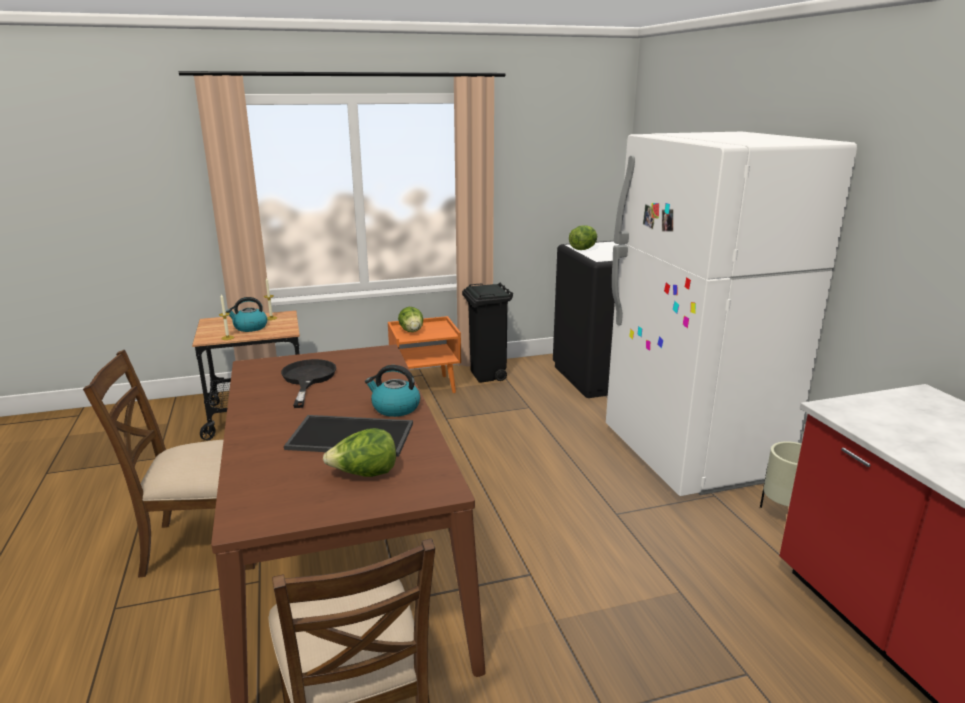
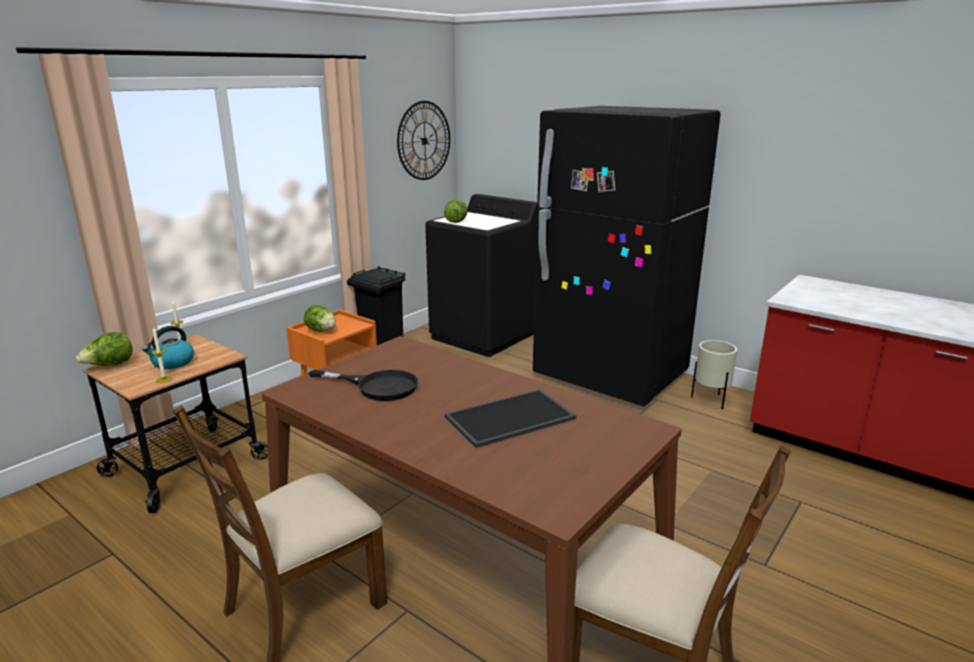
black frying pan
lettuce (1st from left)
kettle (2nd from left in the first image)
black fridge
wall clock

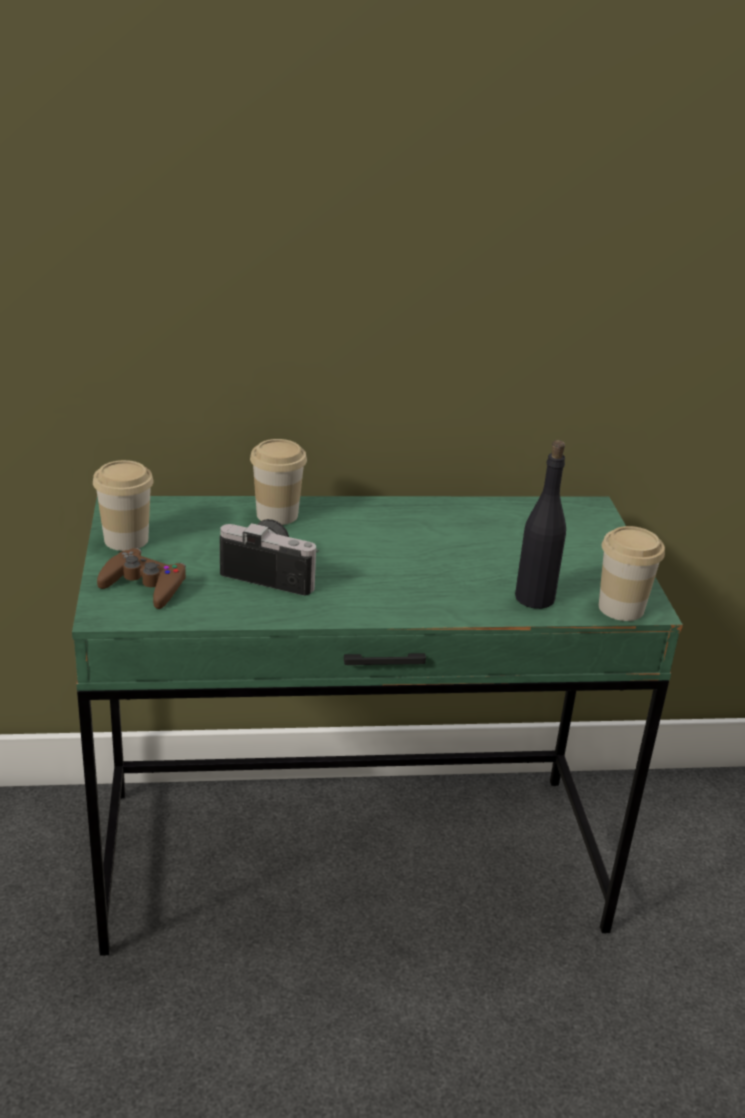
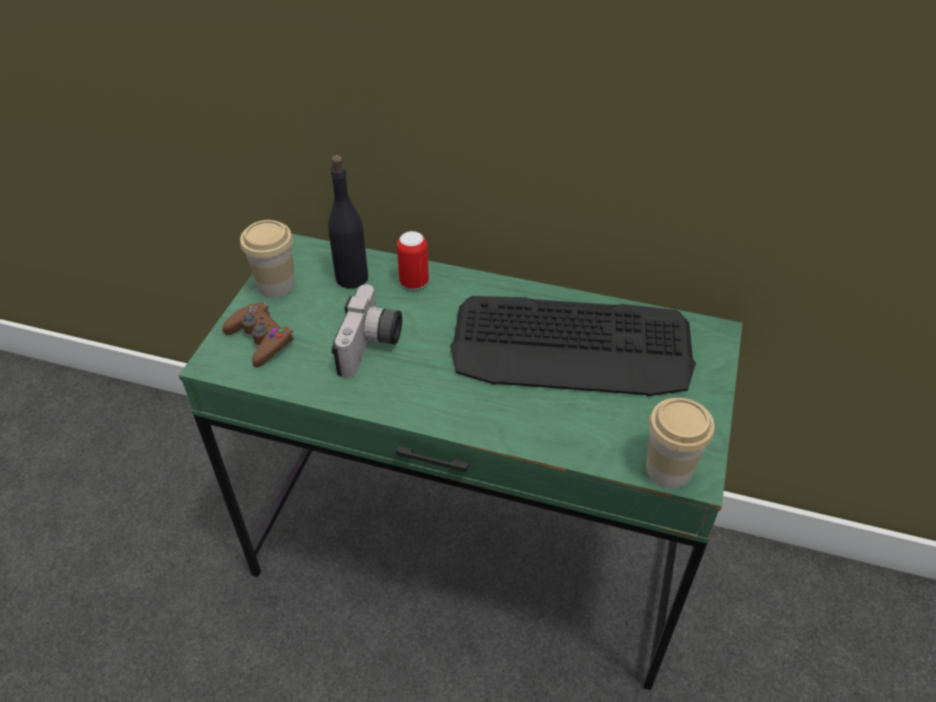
photo camera
can
black bottle
keyboard

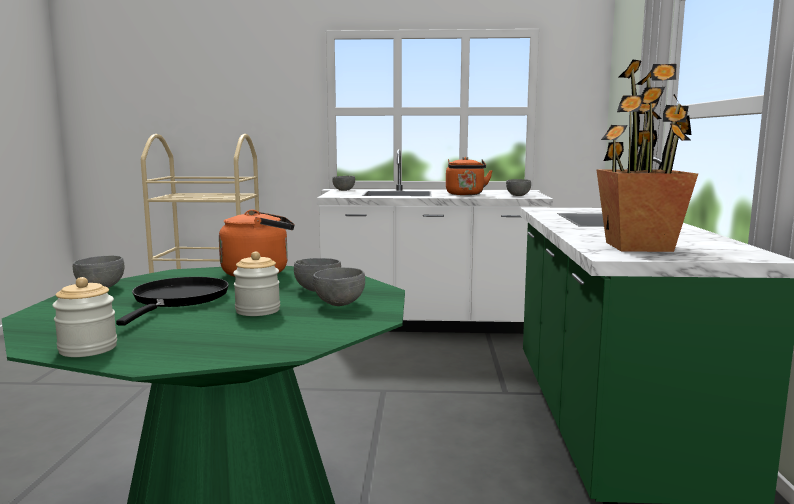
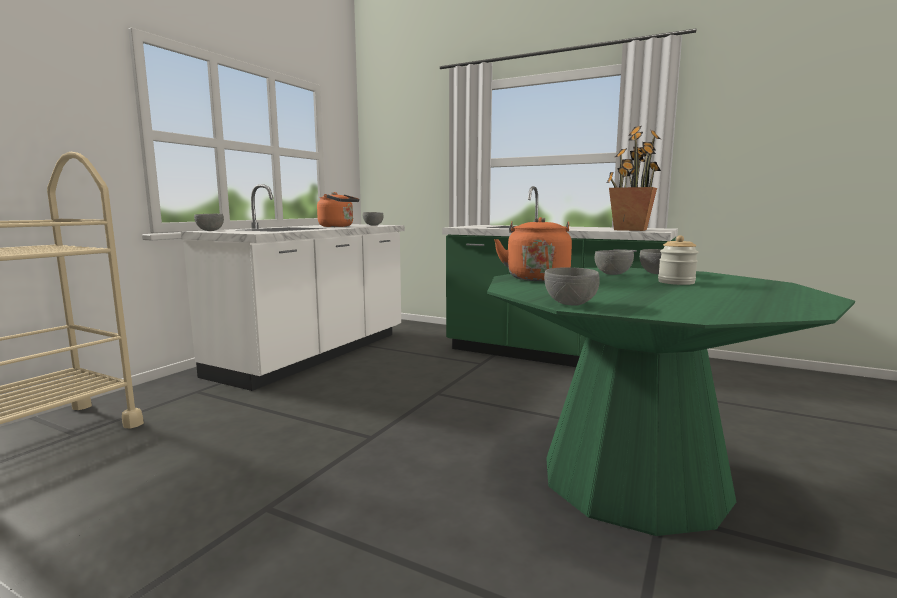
jar (1st from left in the first image)
black frying pan

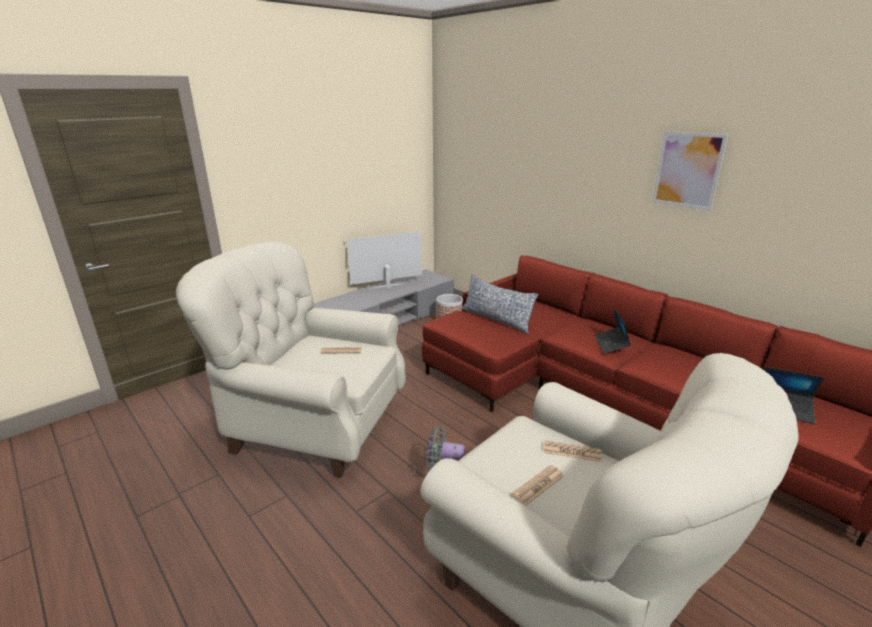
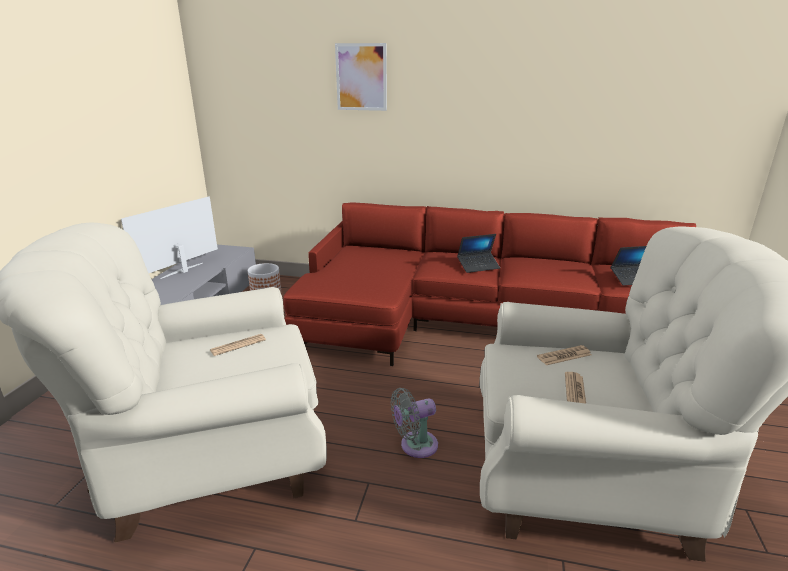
pillow
laptop (1st from left)
picture

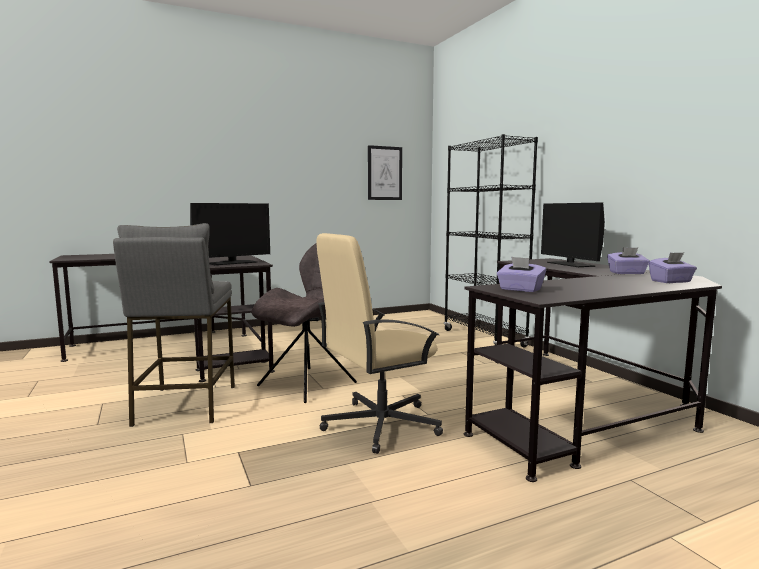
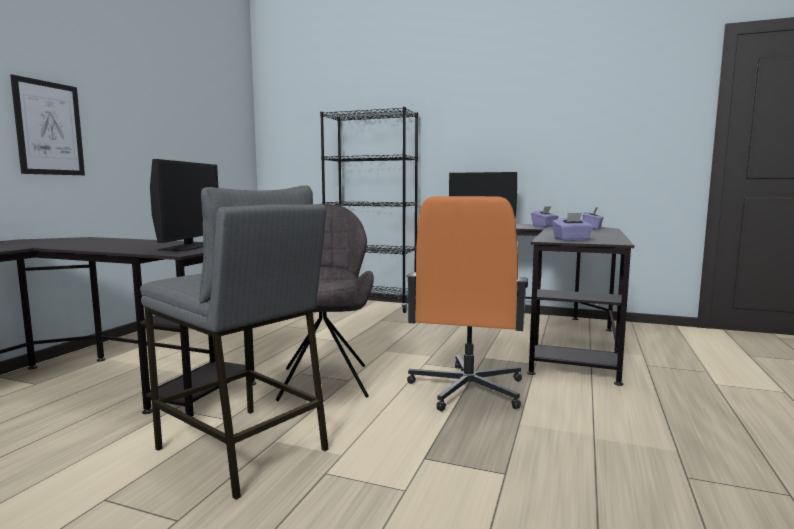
orange office chair
picture

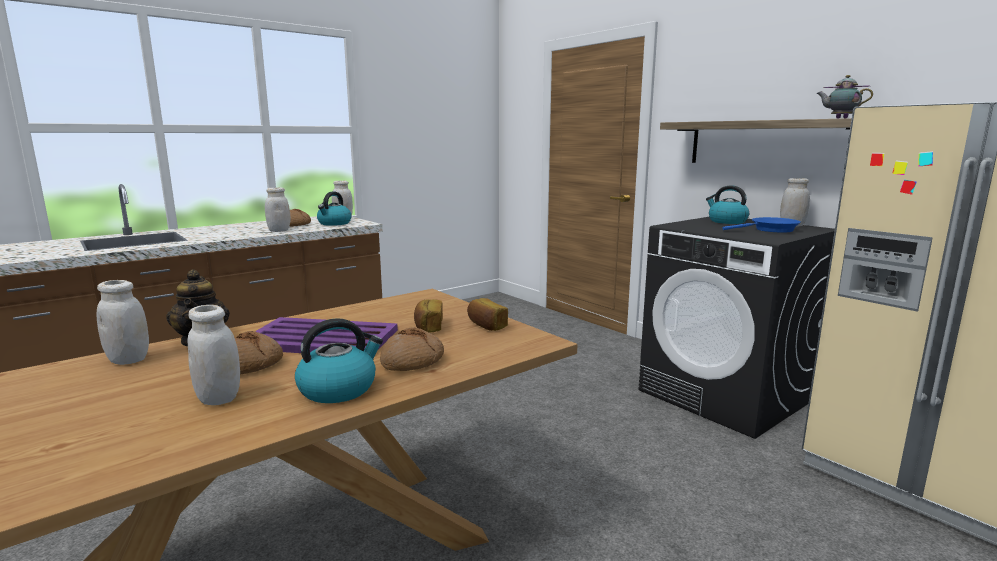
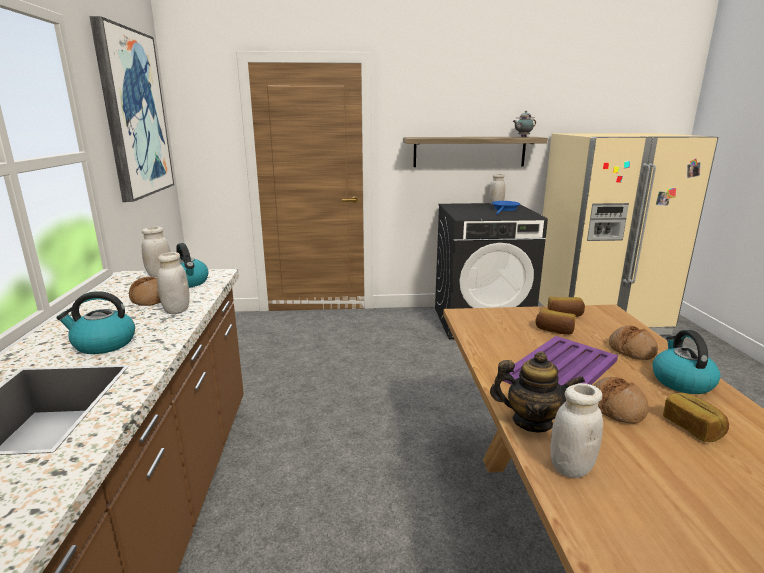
bread (6th from left)
kettle (1st from left)
picture

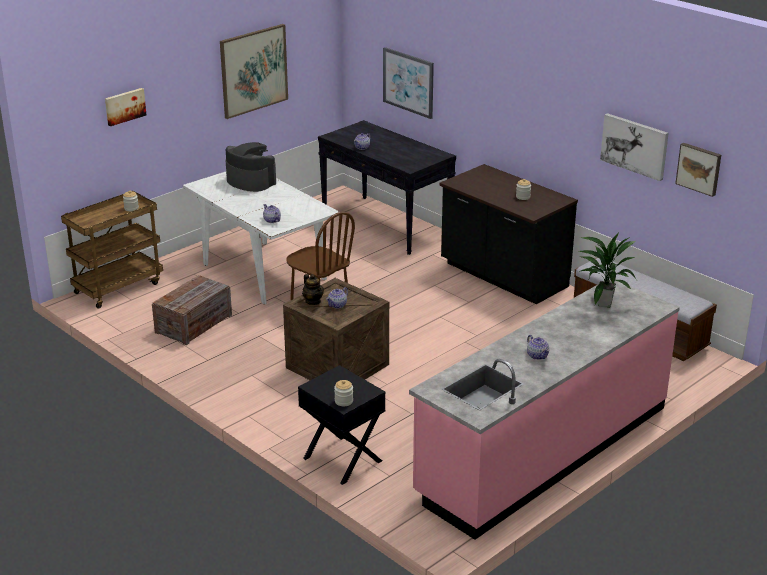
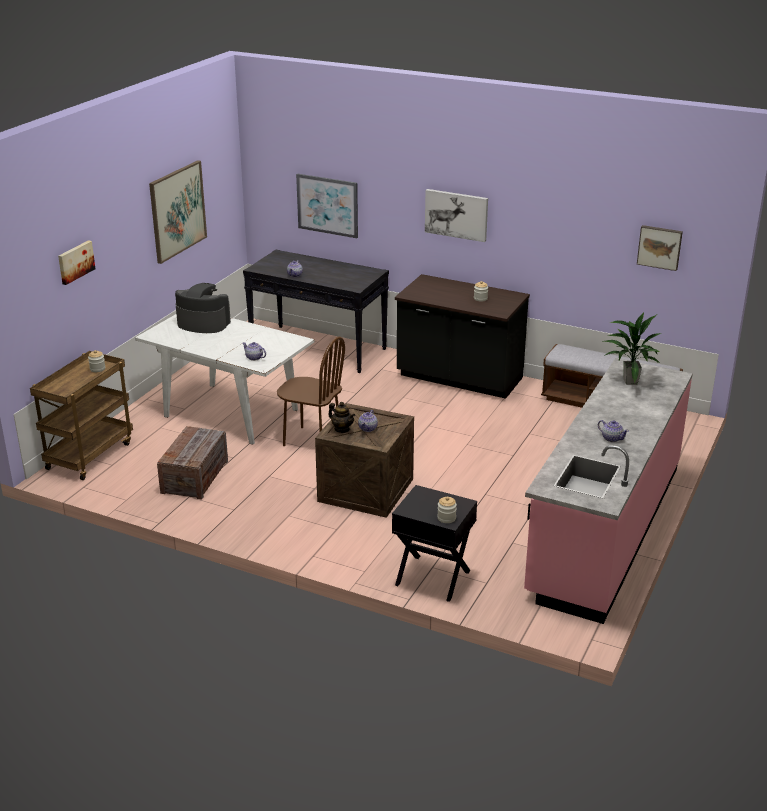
picture (4th from left)

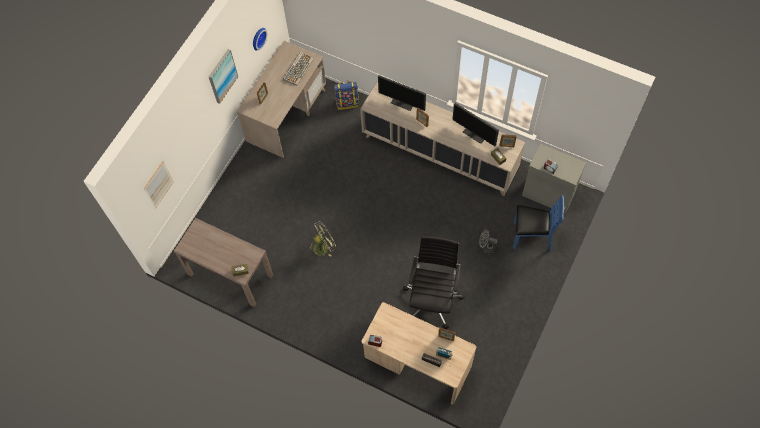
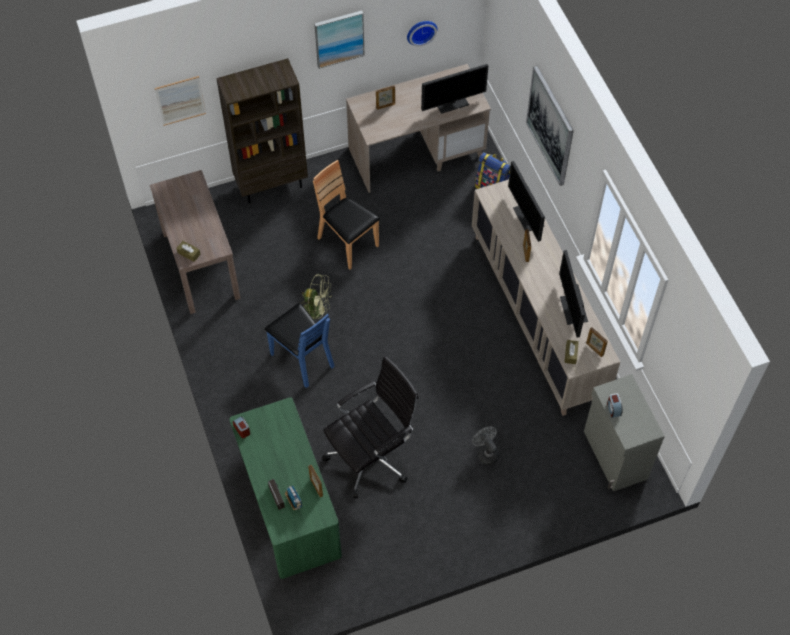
monitor (1st from left)
green desk
blue chair
brown bookcase
brown chair
picture (3rd from left)

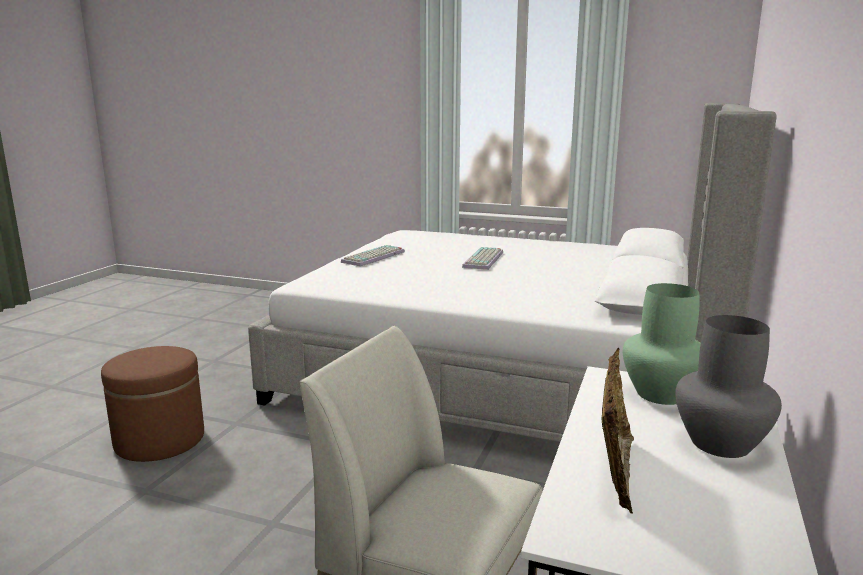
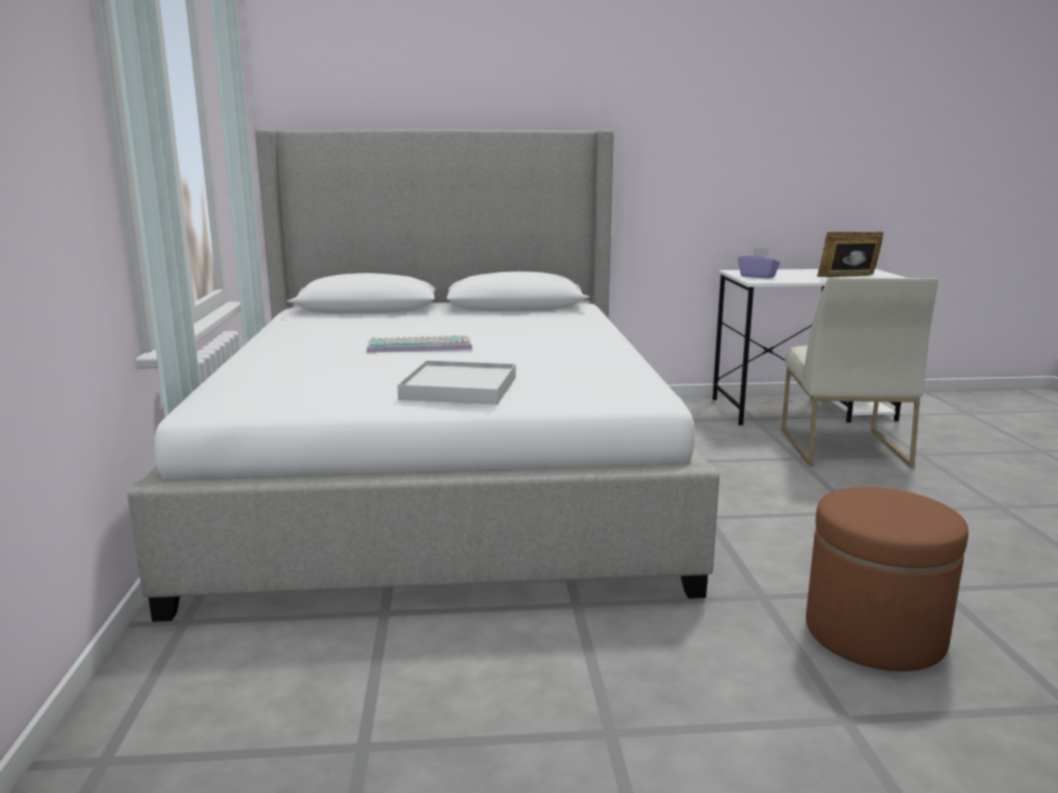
white tray
purple tissue box
grey vase

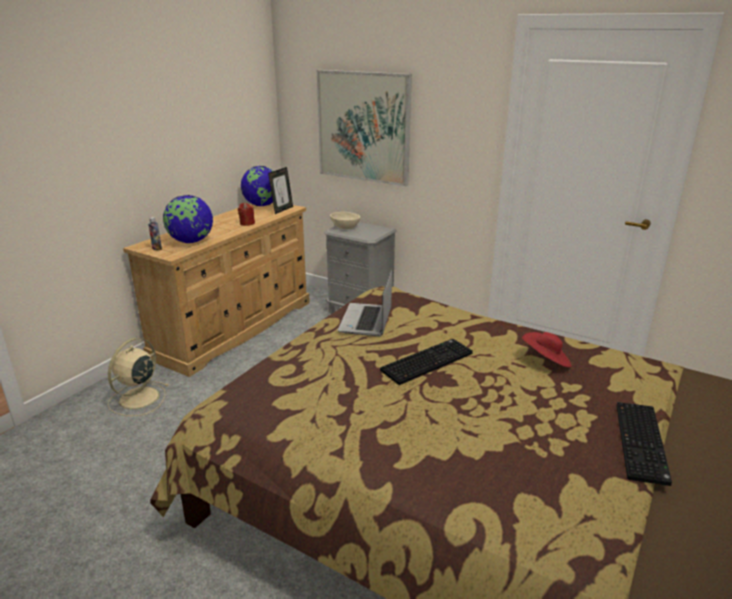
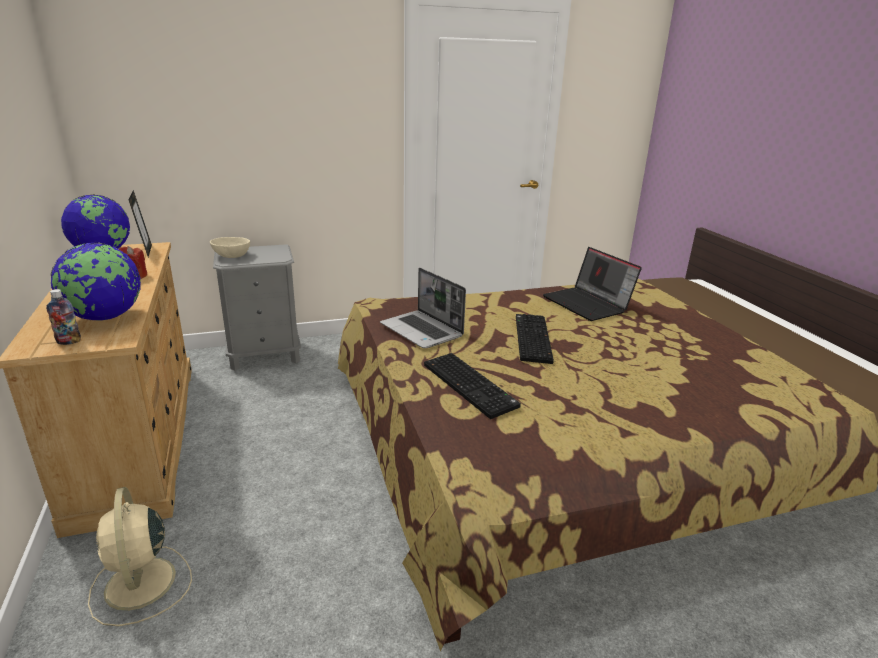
picture
laptop (2nd from left)
keyboard (1st from left)

